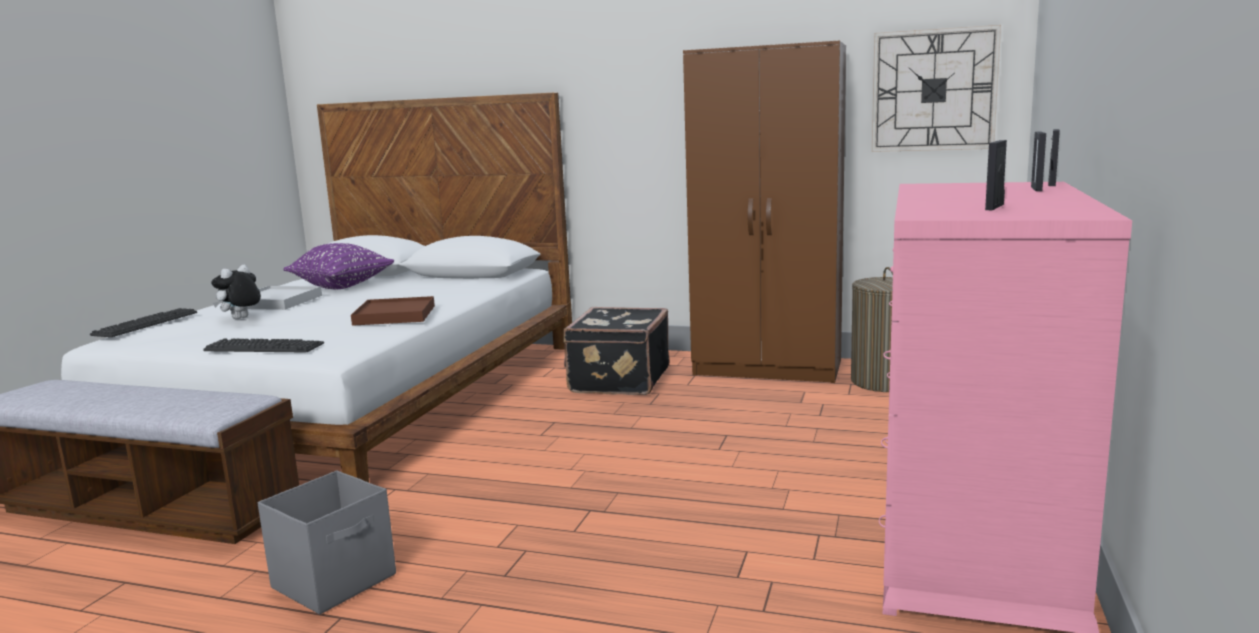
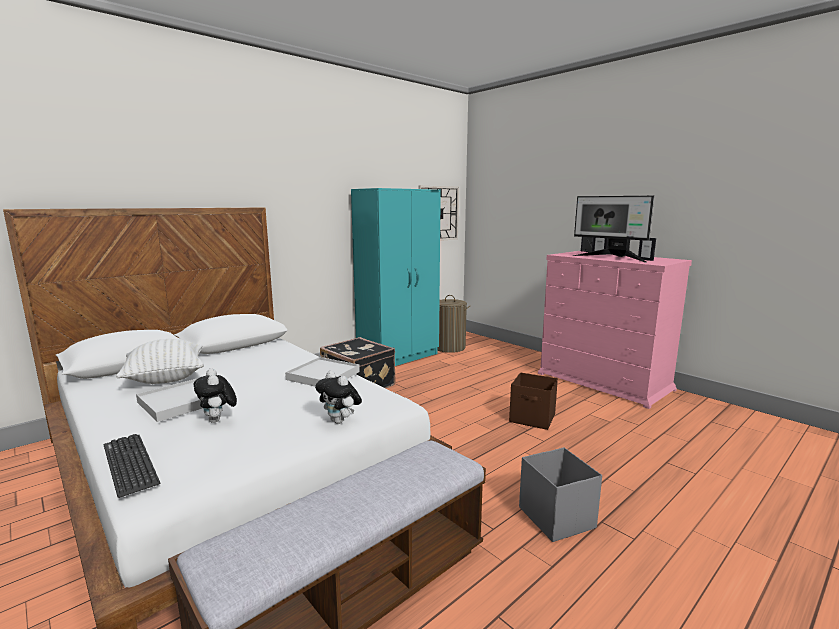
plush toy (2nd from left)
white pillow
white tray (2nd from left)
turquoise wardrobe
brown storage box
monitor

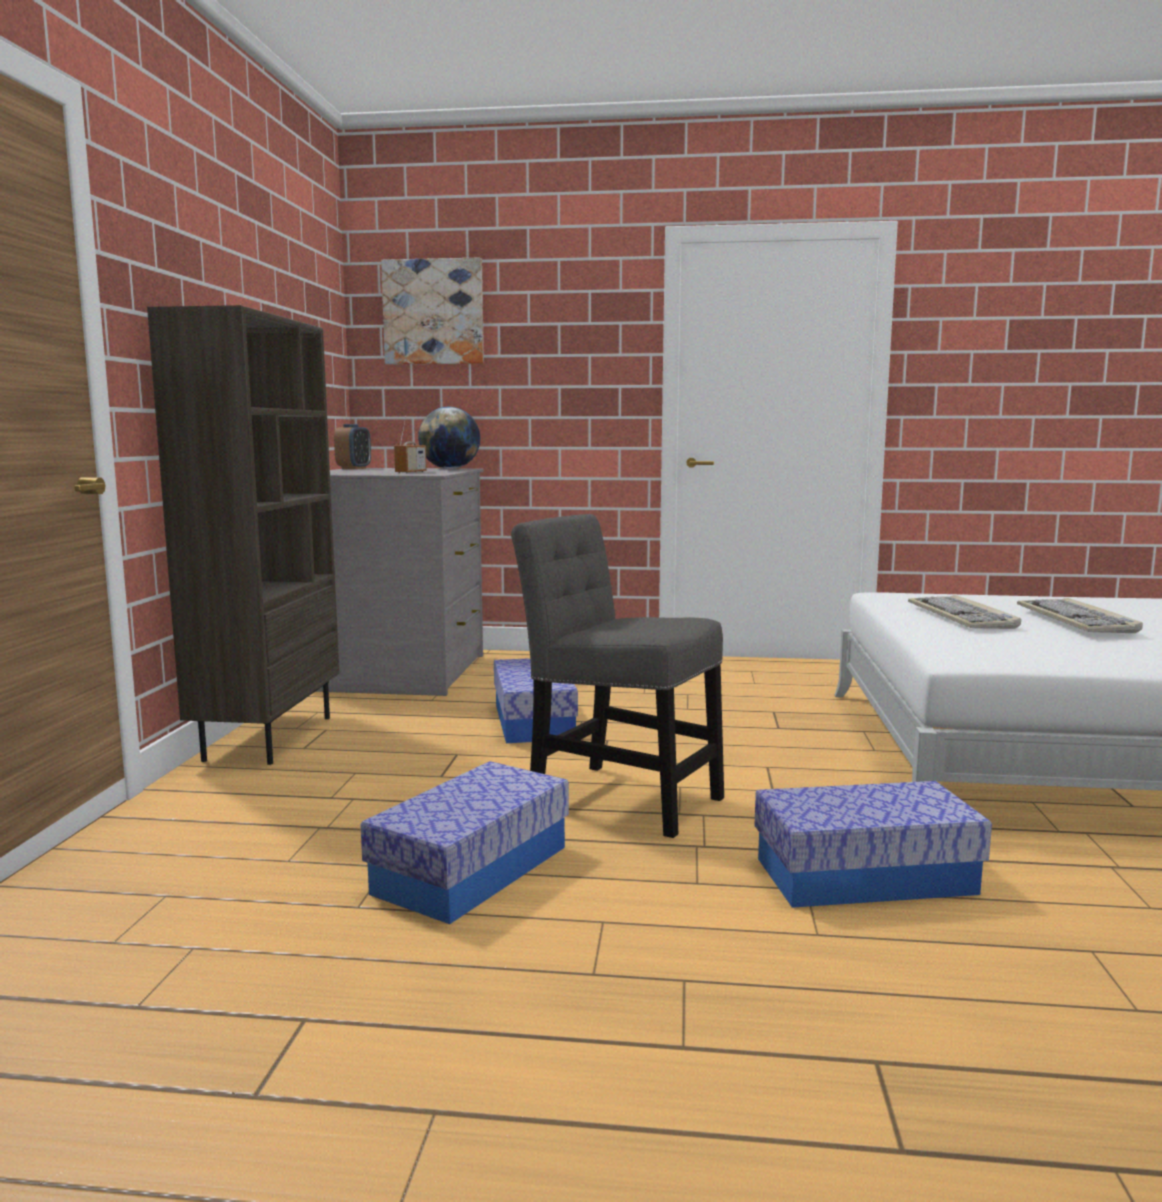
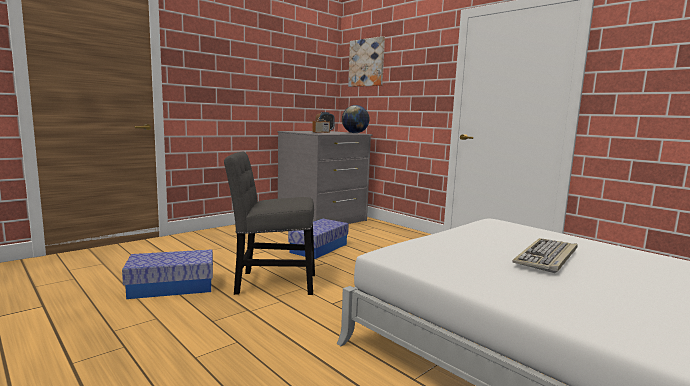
brown bookcase
grey chair
storage box (3rd from left in the first image)
keyboard (1st from left in the first image)

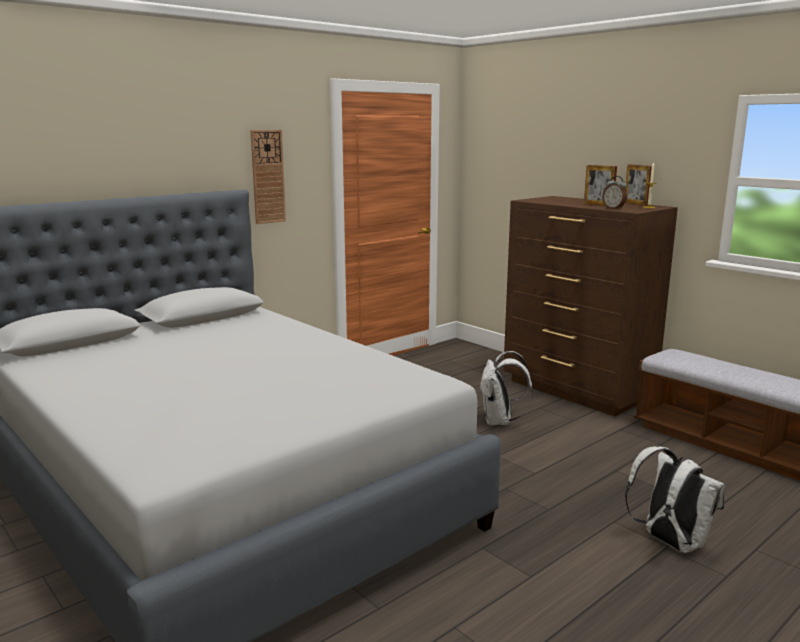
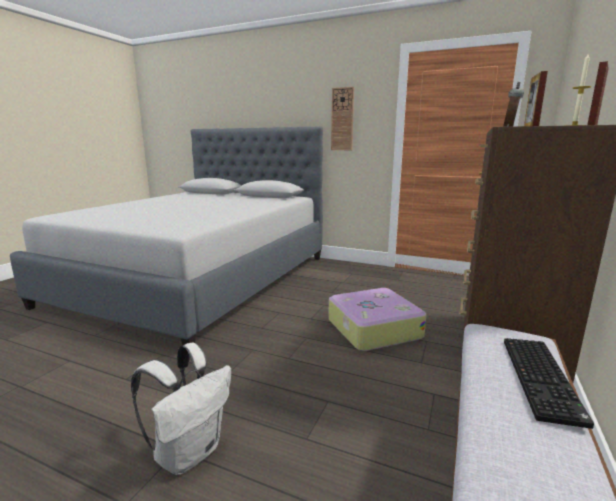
suitcase
keyboard

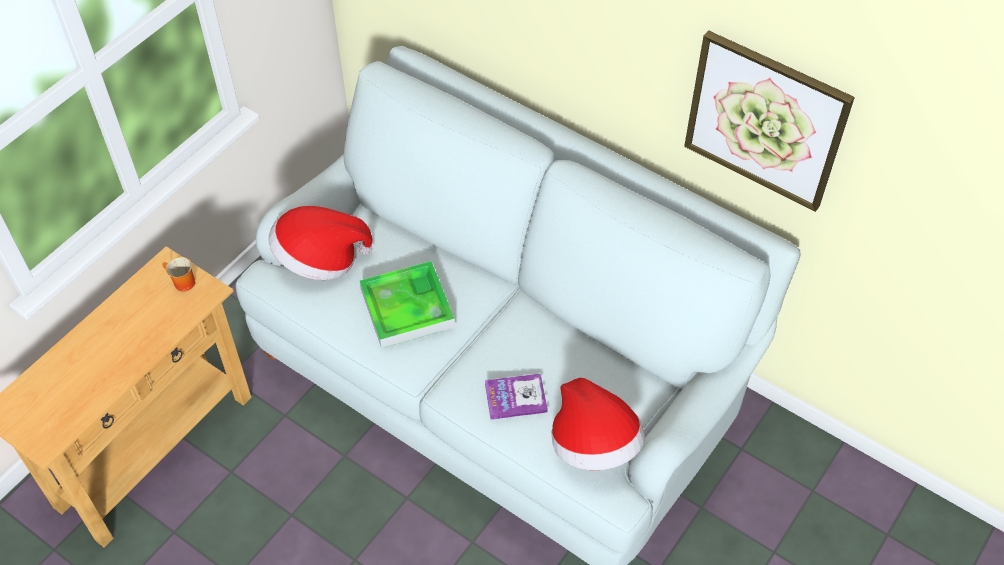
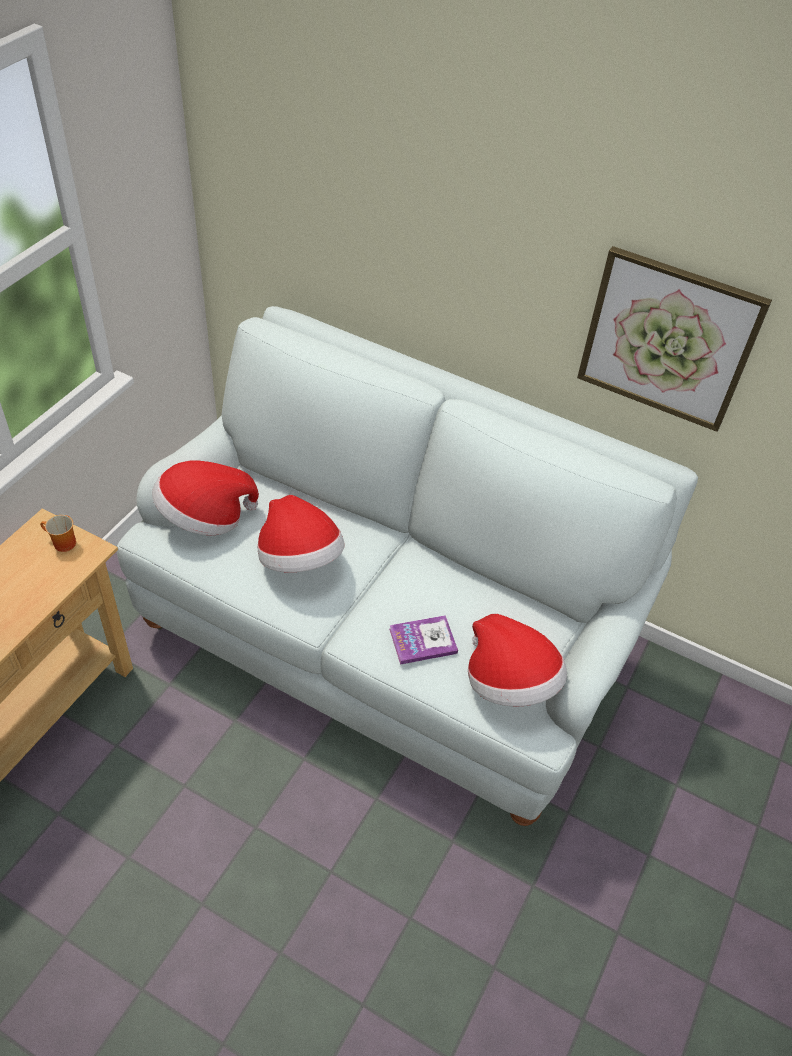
hat (2nd from left)

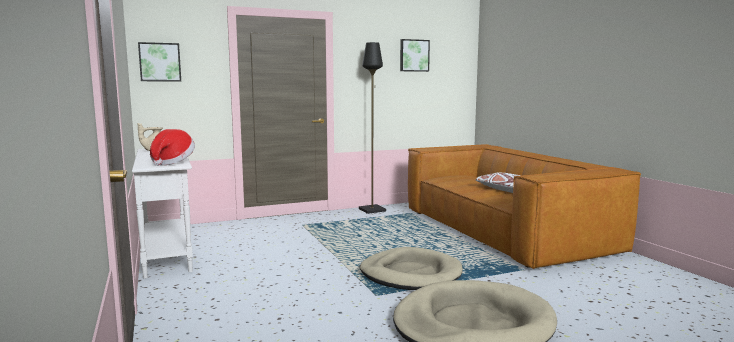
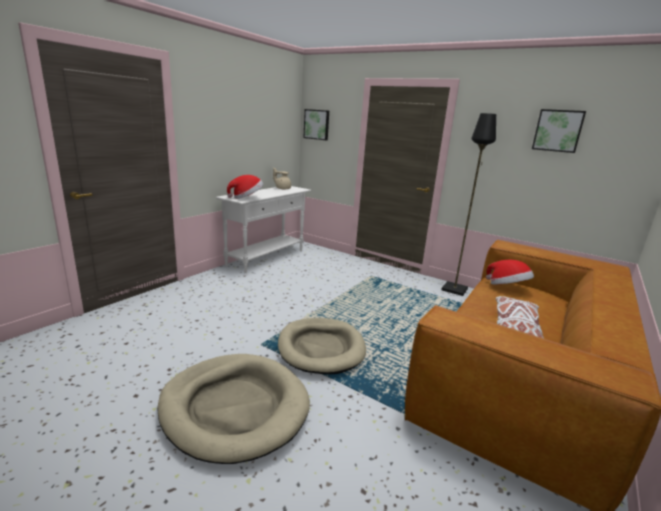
hat (2nd from left)

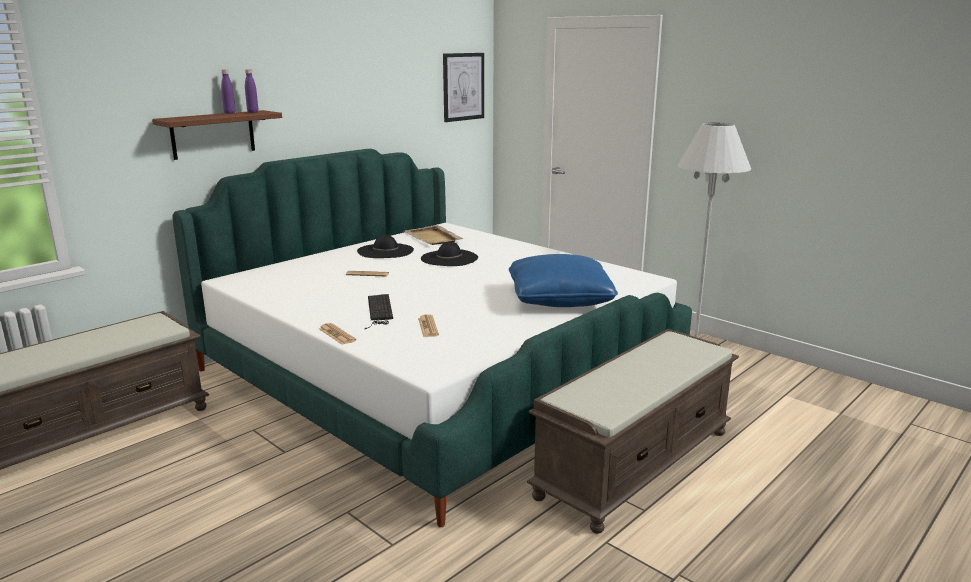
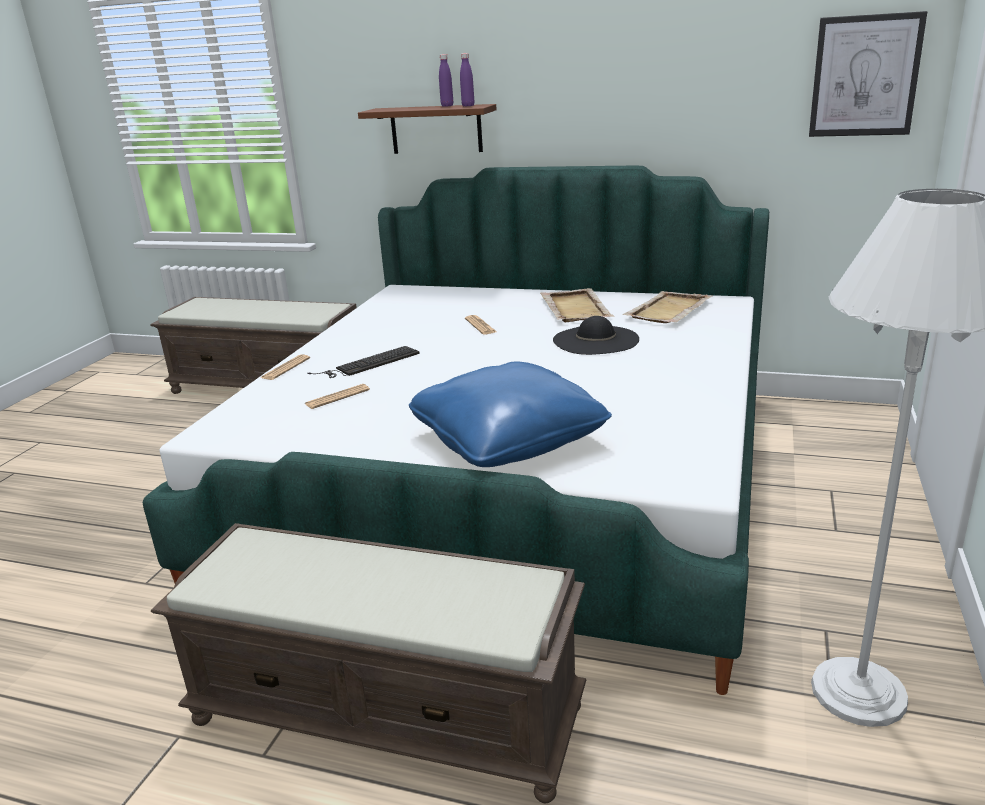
beige tray (1st from left)

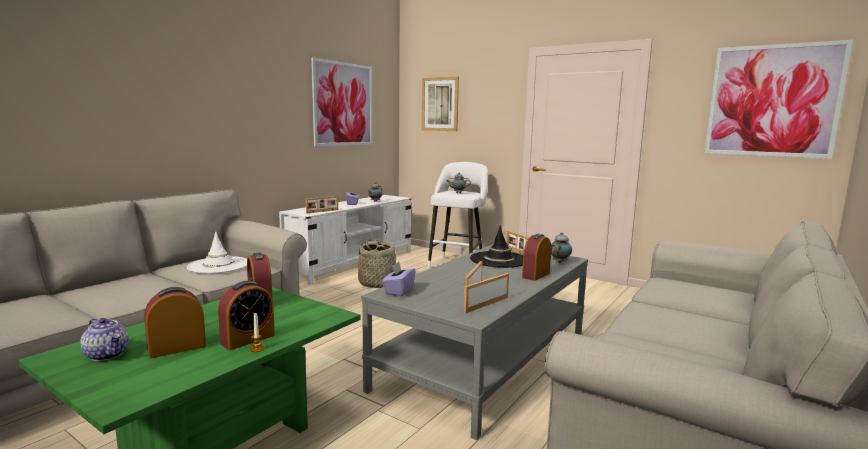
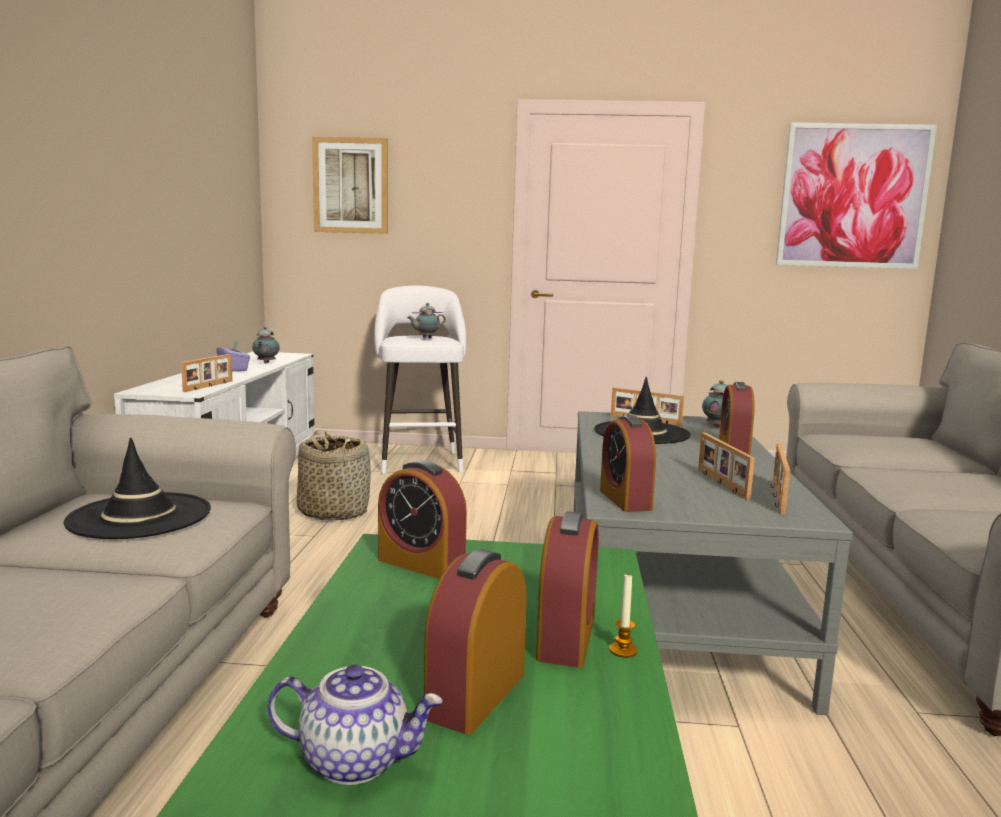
black hat (1st from left)
picture (1st from left in the first image)
alarm clock (4th from left)

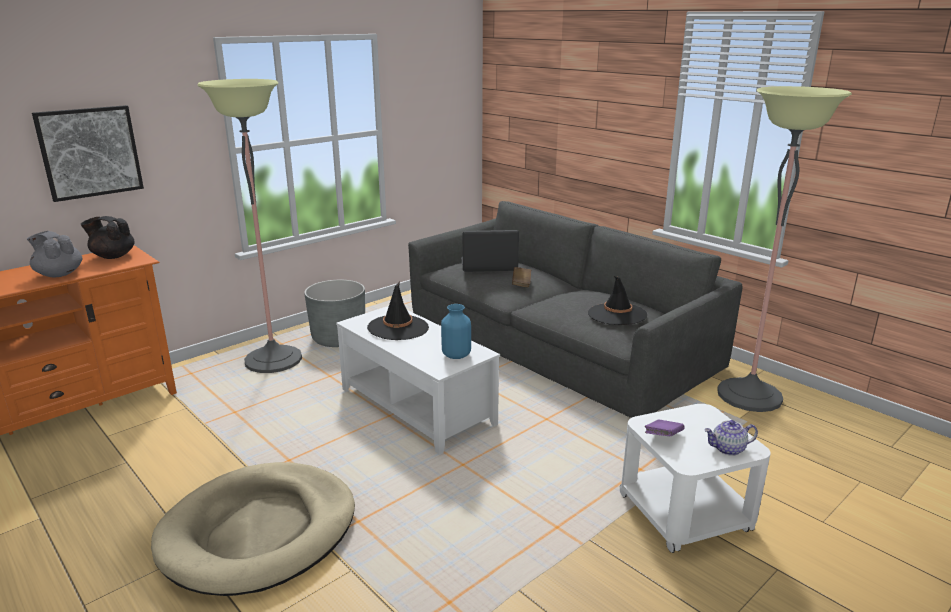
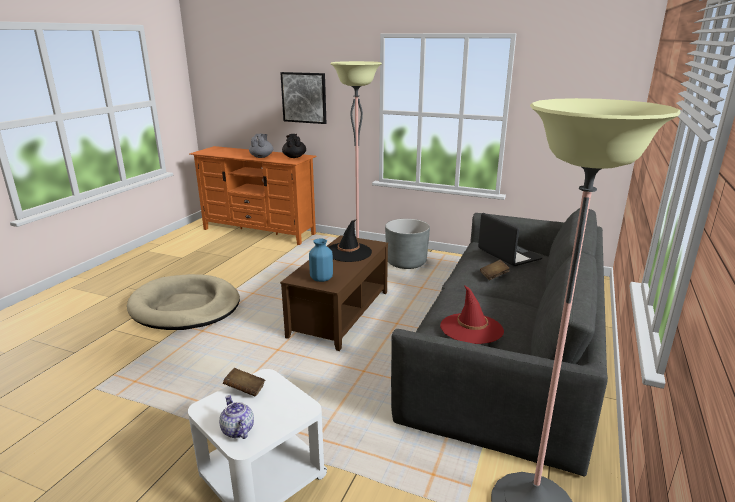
brown coffee table
red hat
brown book (1st from left)

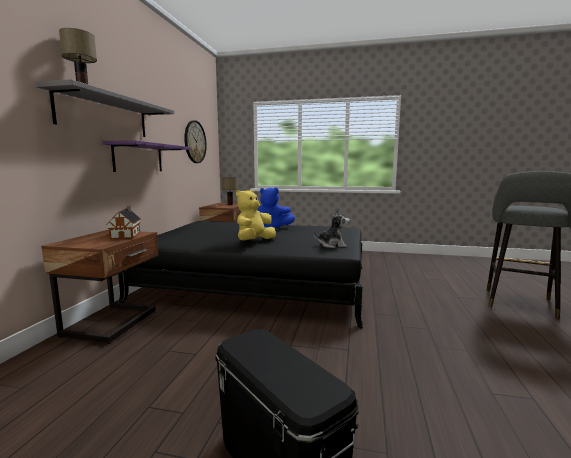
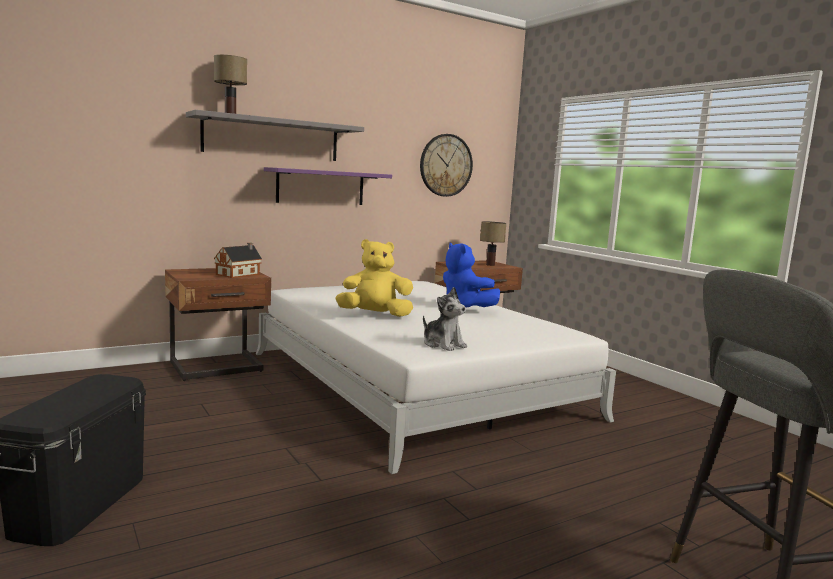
white bed

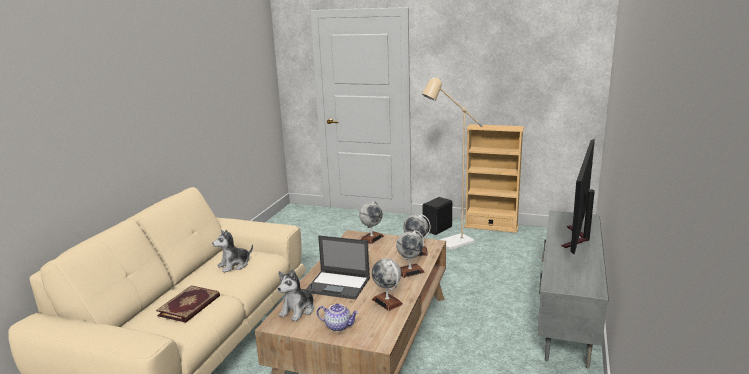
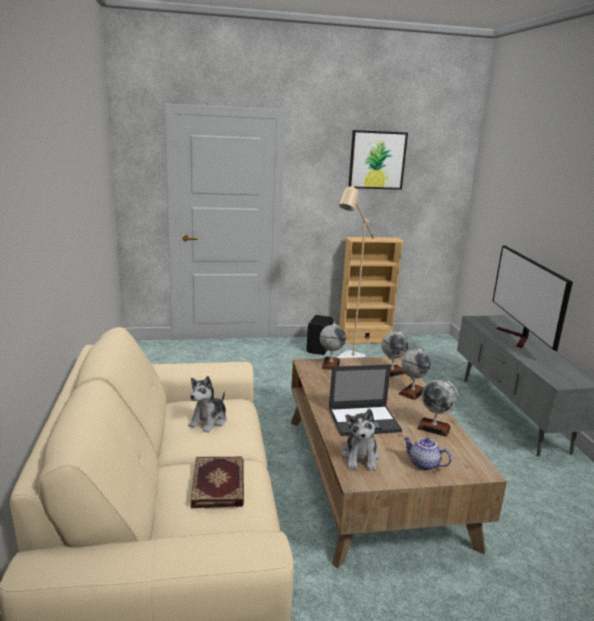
teapot
picture

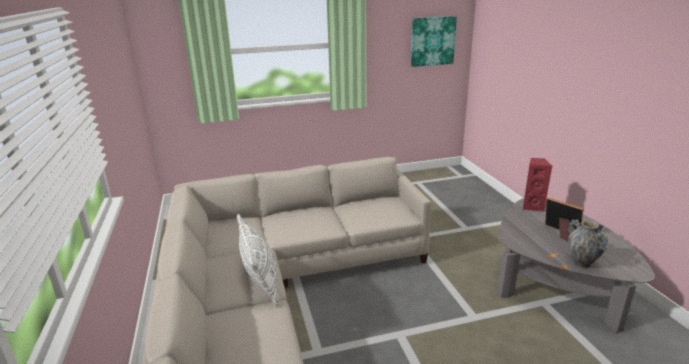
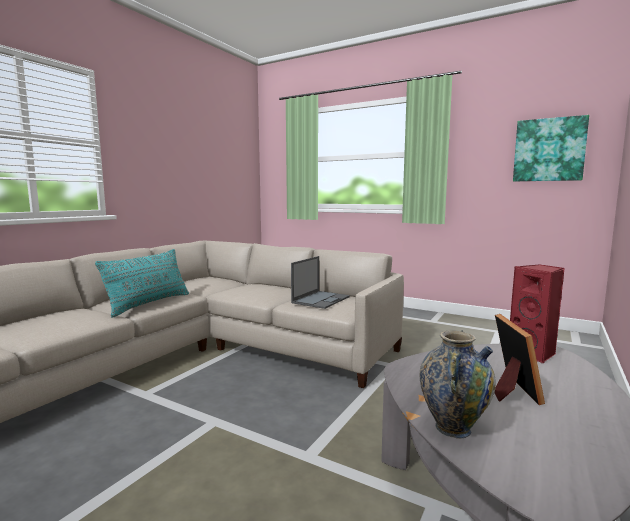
turquoise pillow
laptop

